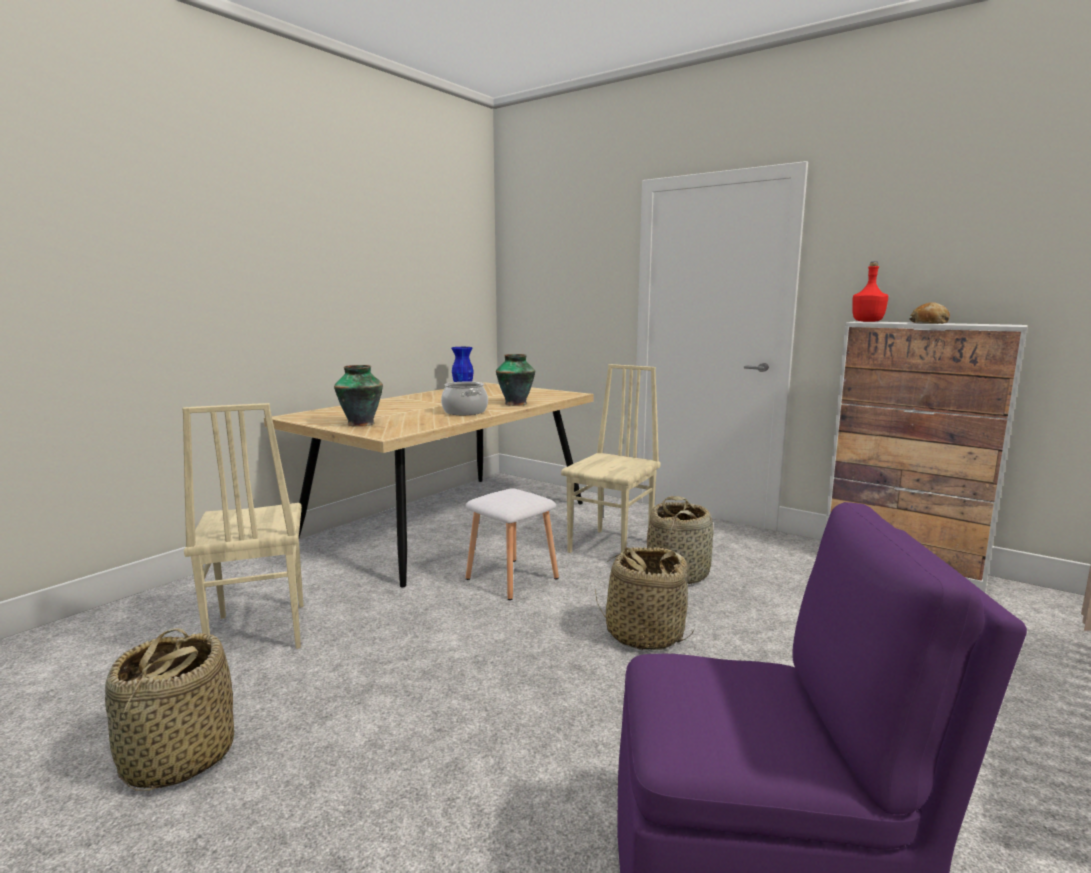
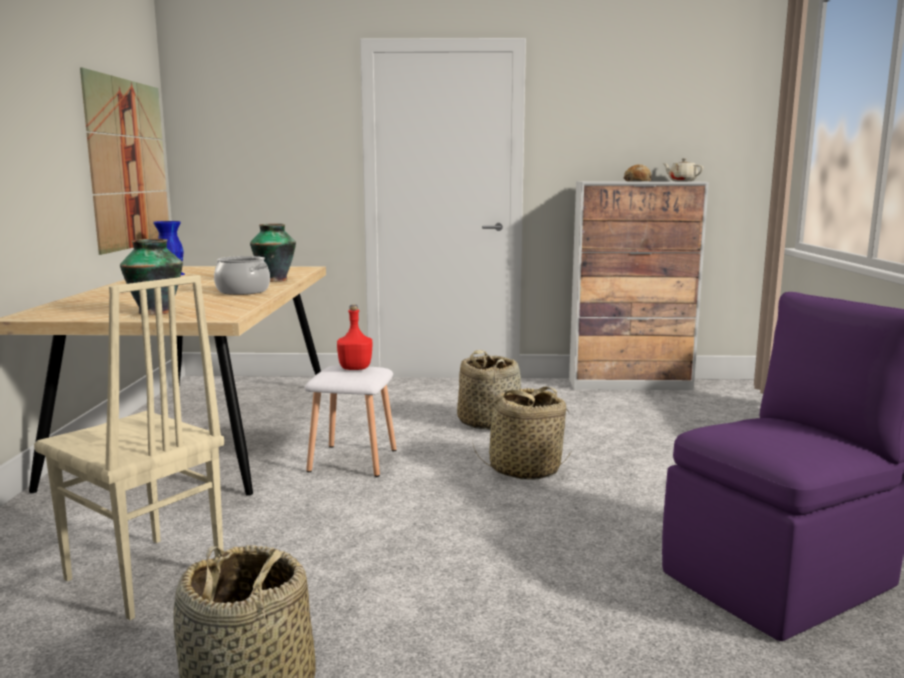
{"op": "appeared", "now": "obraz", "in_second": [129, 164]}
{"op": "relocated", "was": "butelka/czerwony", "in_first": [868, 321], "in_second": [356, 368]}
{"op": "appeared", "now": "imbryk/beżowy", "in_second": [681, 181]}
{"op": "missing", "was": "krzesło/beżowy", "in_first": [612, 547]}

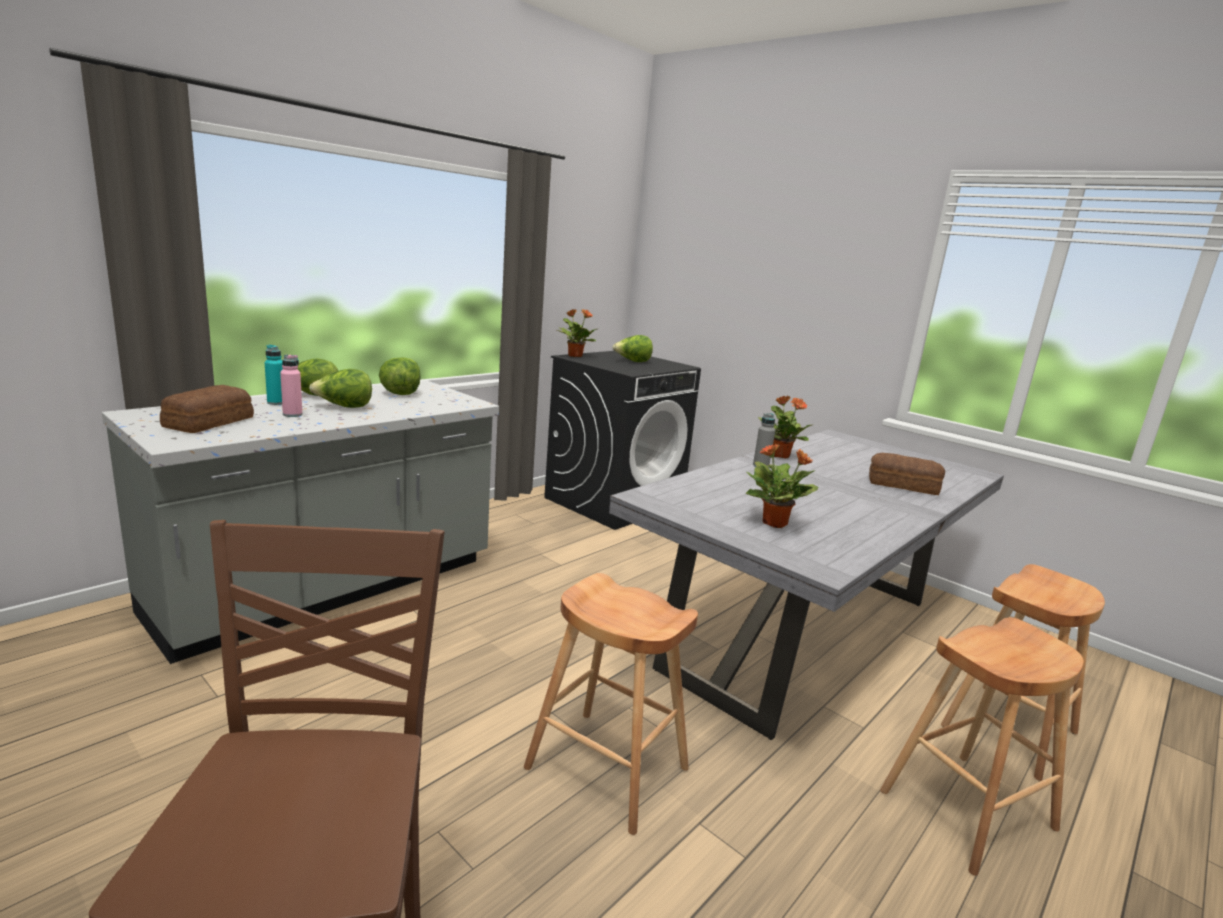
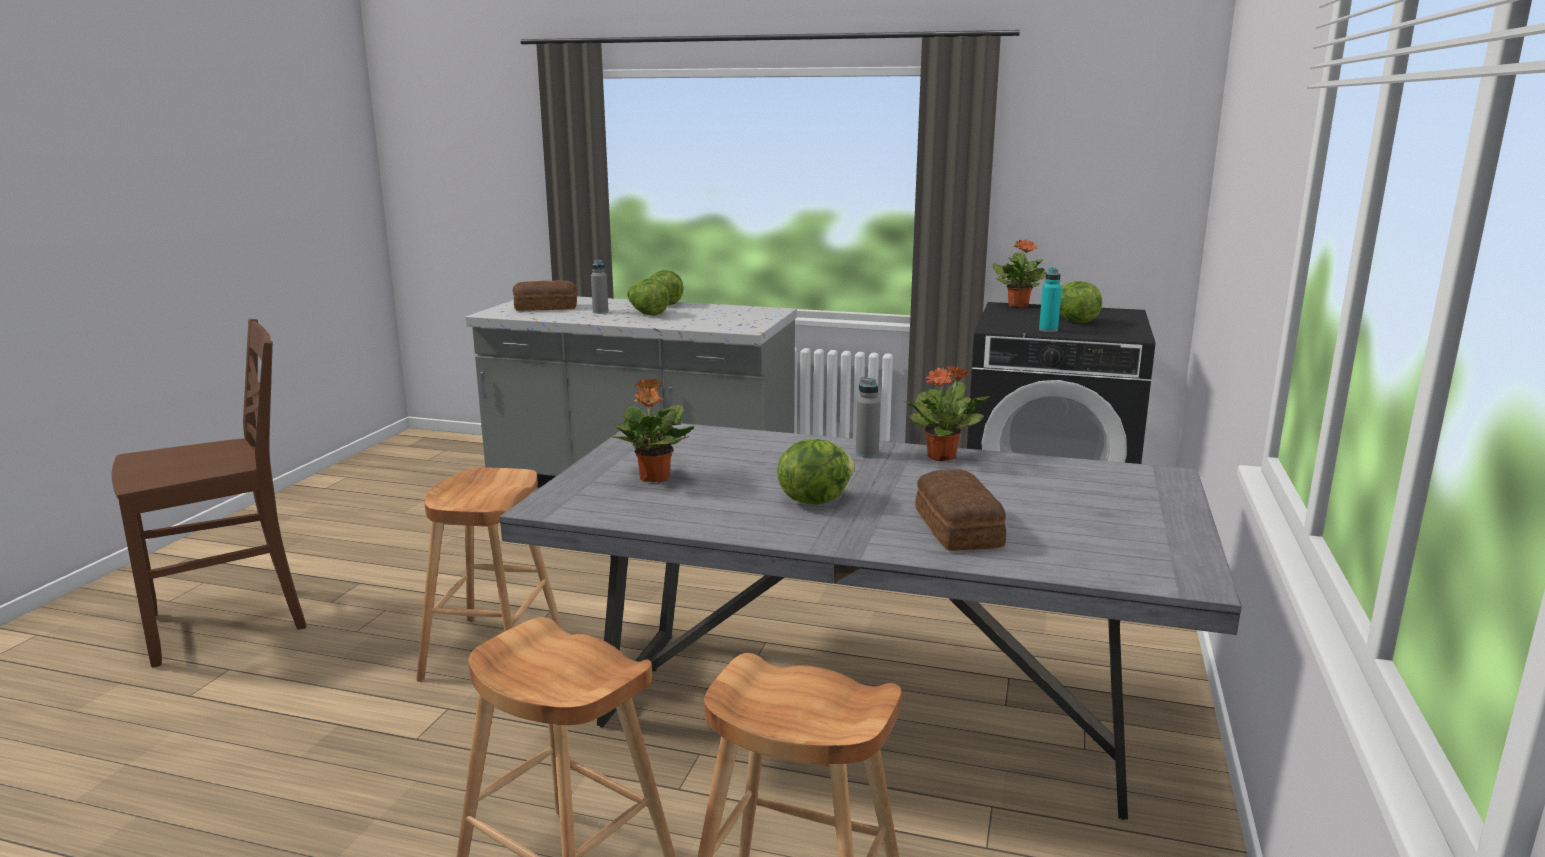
{"op": "colour", "was": "butelka/różowy", "now": "butelka/szary", "in_first": [292, 414], "in_second": [600, 312]}
{"op": "relocated", "was": "sałata", "in_first": [400, 394], "in_second": [814, 500]}
{"op": "relocated", "was": "butelka/turkusowy", "in_first": [276, 403], "in_second": [1048, 330]}

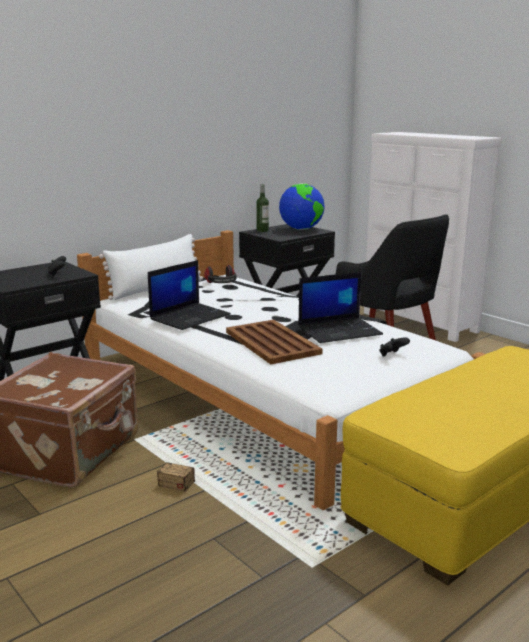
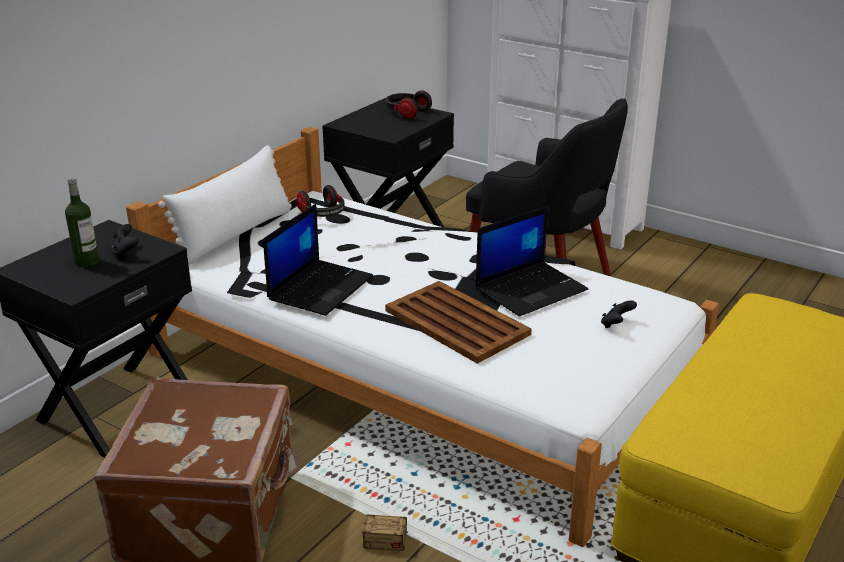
{"op": "relocated", "was": "butelka", "in_first": [262, 230], "in_second": [87, 262]}
{"op": "exchanged", "was": "globus", "now": "słuchawki", "in_first": [301, 229], "in_second": [406, 112]}

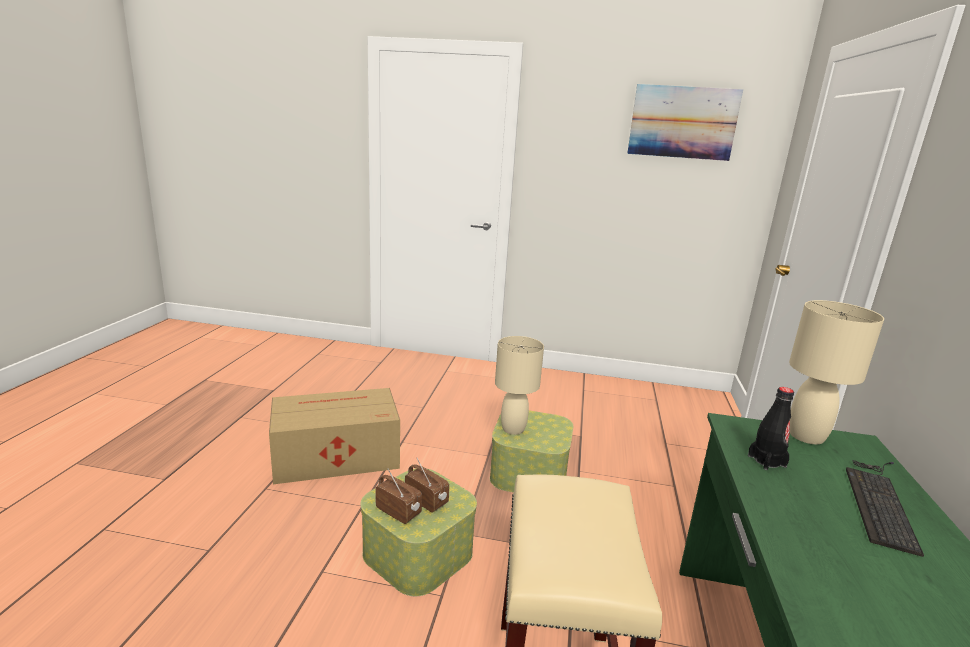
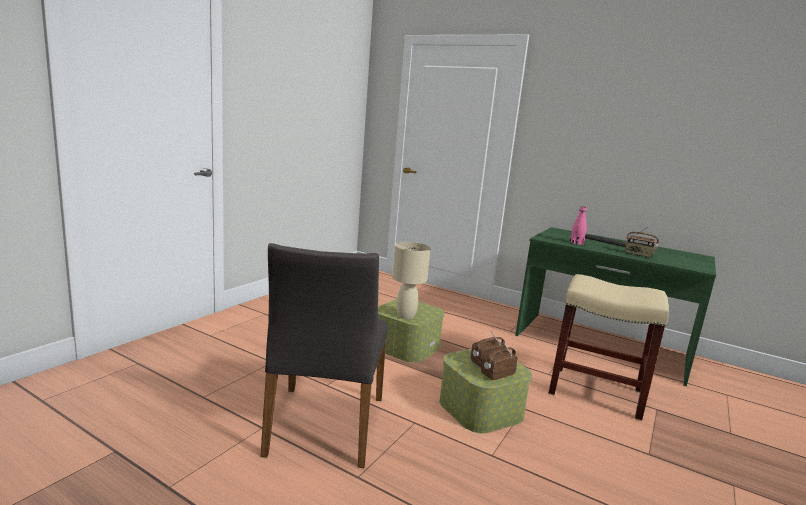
{"op": "exchanged", "was": "karton", "now": "krzesło/szary", "in_first": [334, 456], "in_second": [324, 425]}
{"op": "colour", "was": "butelka/czarny", "now": "butelka/różowy", "in_first": [766, 461], "in_second": [576, 243]}
{"op": "appeared", "now": "radio", "in_second": [638, 254]}
{"op": "missing", "was": "obraz", "in_first": [683, 122]}
{"op": "missing", "was": "lampa stołowa/beżowy", "in_first": [806, 435]}

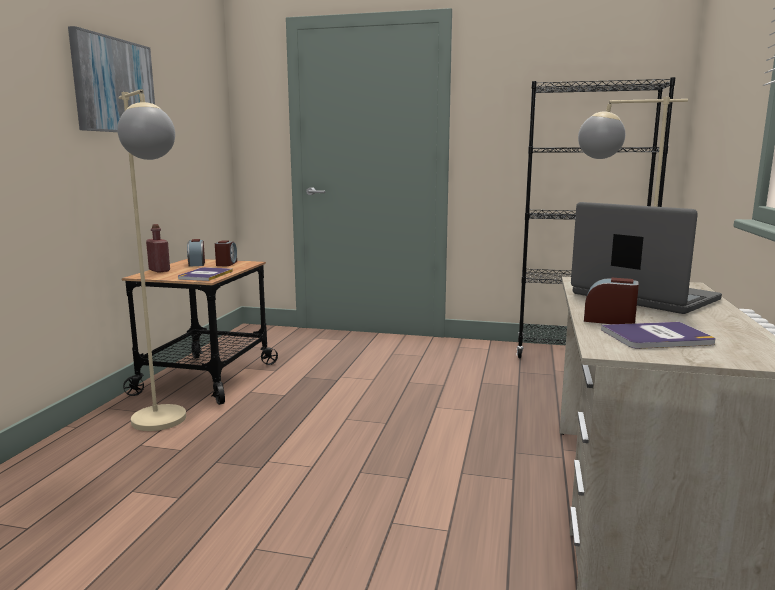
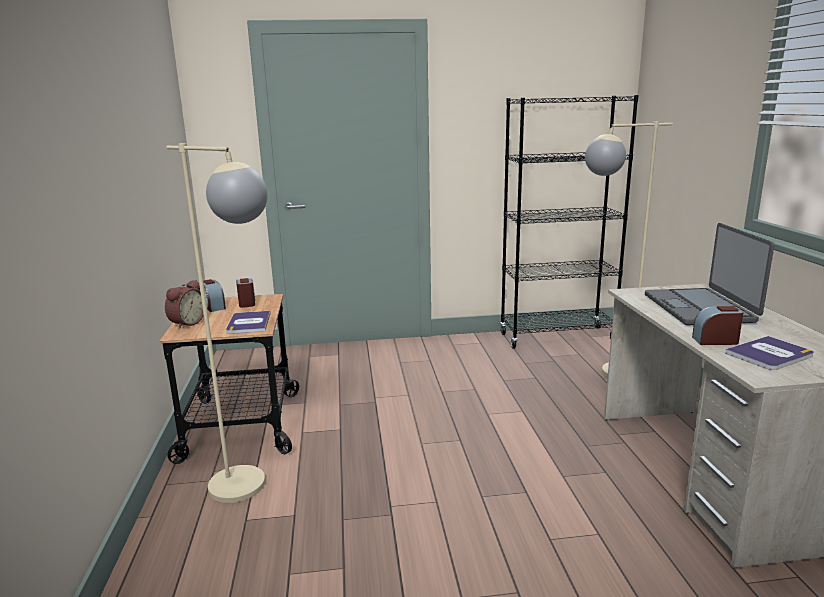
{"op": "exchanged", "was": "butelka/czerwony", "now": "budzik", "in_first": [159, 270], "in_second": [186, 323]}
{"op": "spun", "was": "laptop", "in_first": [643, 297], "in_second": [700, 308], "clockwise": -120}
{"op": "missing", "was": "obraz", "in_first": [114, 86]}

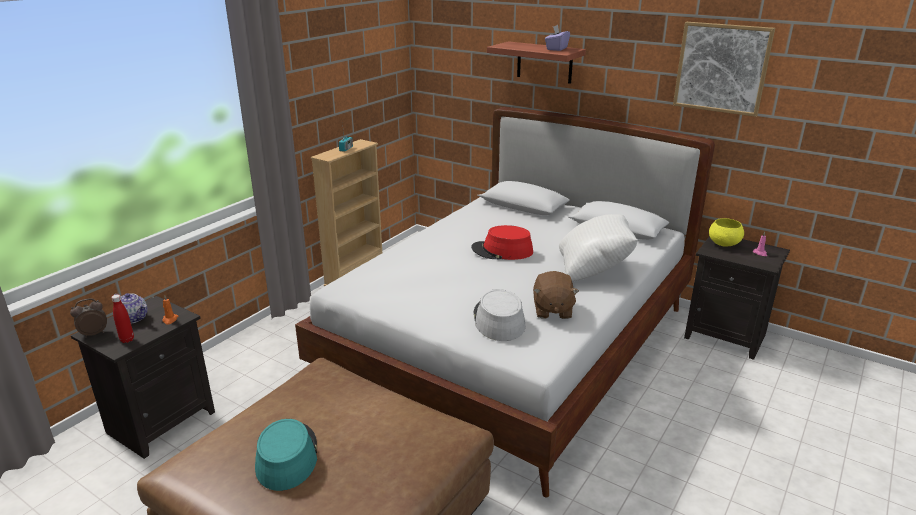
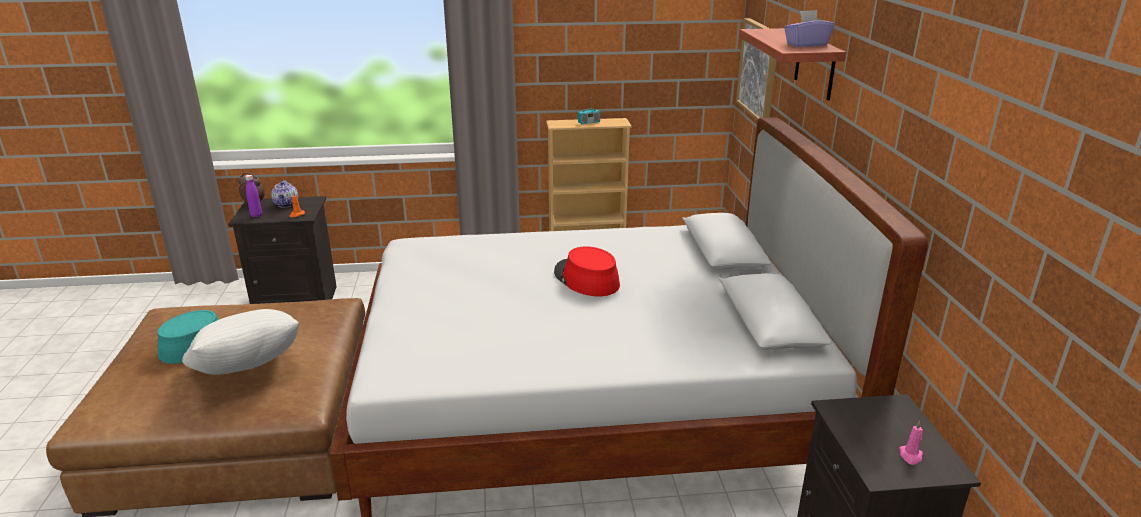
{"op": "relocated", "was": "poduszka/biały", "in_first": [594, 270], "in_second": [247, 372]}
{"op": "colour", "was": "butelka/czerwony", "now": "butelka/fioletowy", "in_first": [127, 340], "in_second": [256, 215]}
{"op": "relocated", "was": "obraz", "in_first": [722, 68], "in_second": [759, 70]}
{"op": "missing", "was": "kapelusz/szary", "in_first": [498, 320]}
{"op": "missing", "was": "pluszak/brązowy", "in_first": [552, 310]}
{"op": "missing", "was": "miska/żółty", "in_first": [723, 244]}

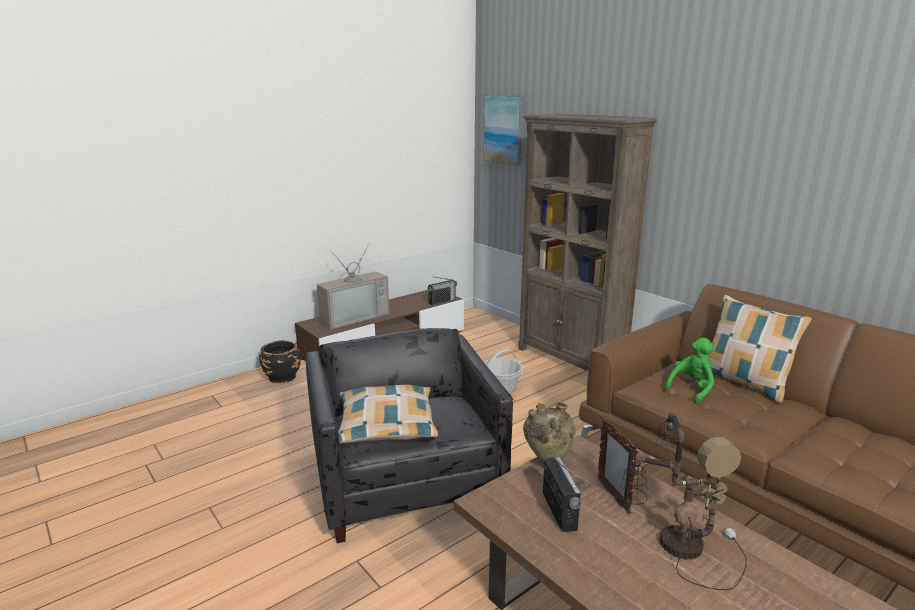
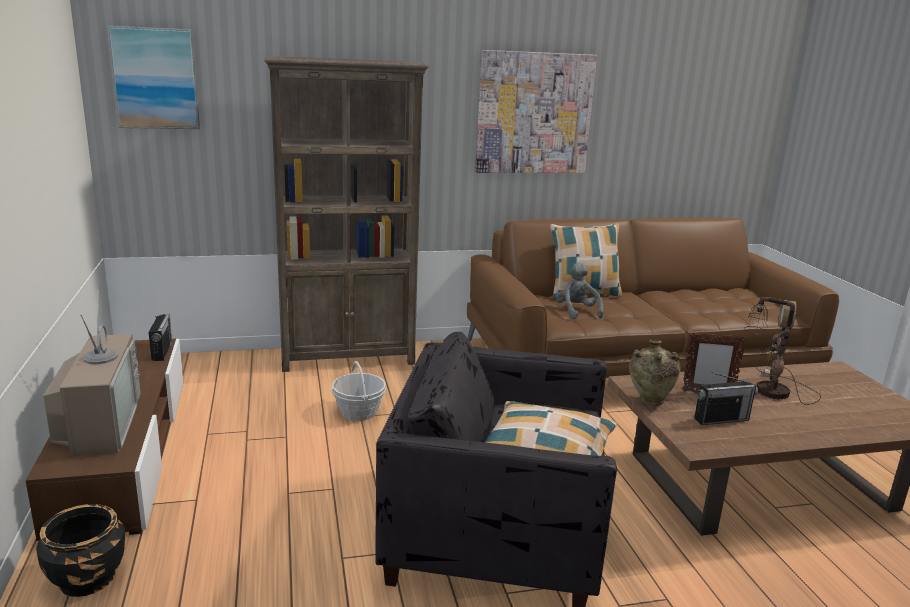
{"op": "appeared", "now": "obraz", "in_second": [534, 113]}
{"op": "colour", "was": "pluszak/zielony", "now": "pluszak/szary", "in_first": [691, 389], "in_second": [576, 312]}
{"op": "spun", "was": "radio", "in_first": [559, 511], "in_second": [721, 419], "clockwise": 150}

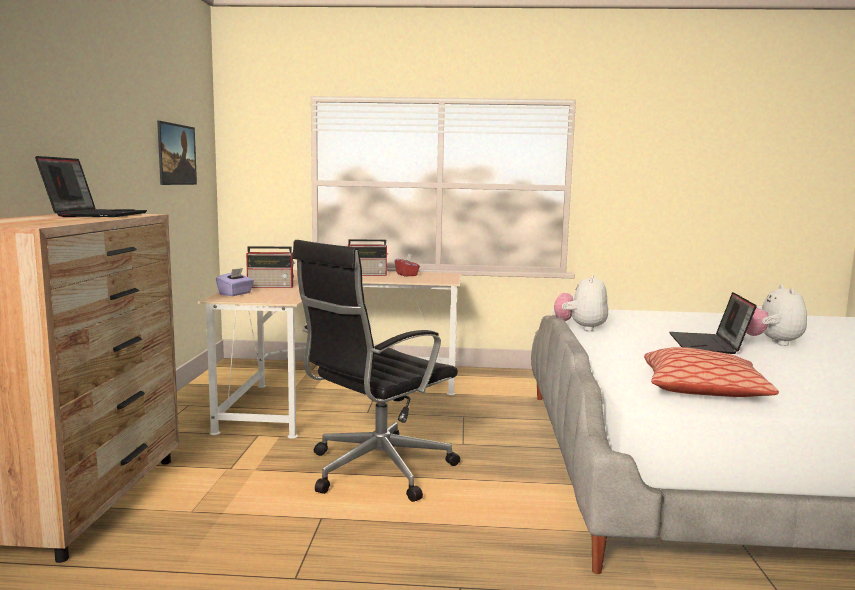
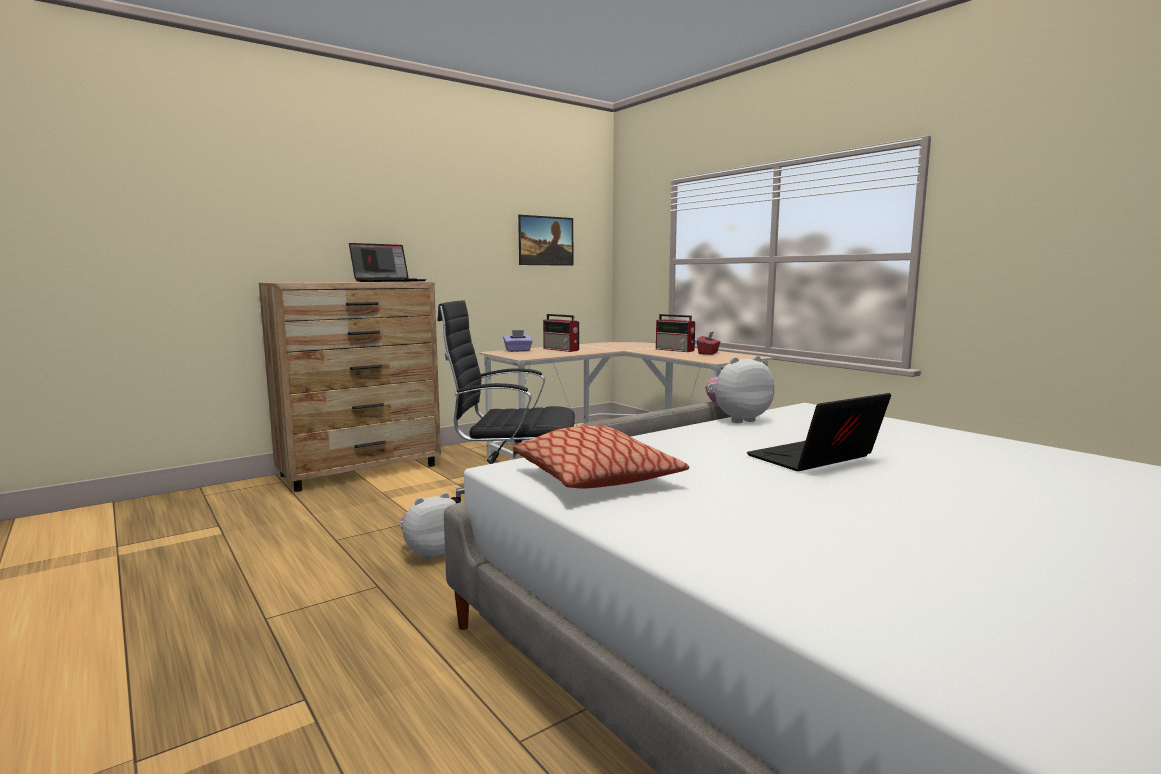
{"op": "relocated", "was": "pluszak", "in_first": [771, 343], "in_second": [431, 553]}

